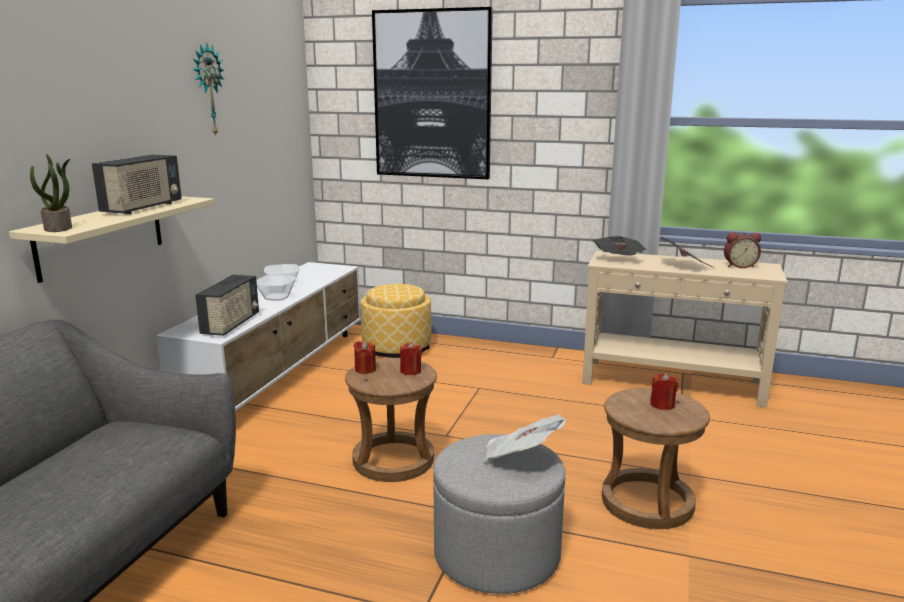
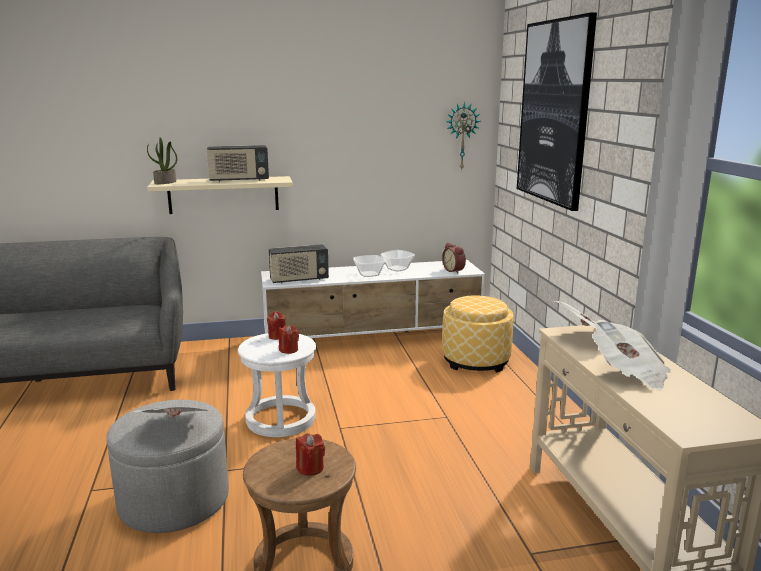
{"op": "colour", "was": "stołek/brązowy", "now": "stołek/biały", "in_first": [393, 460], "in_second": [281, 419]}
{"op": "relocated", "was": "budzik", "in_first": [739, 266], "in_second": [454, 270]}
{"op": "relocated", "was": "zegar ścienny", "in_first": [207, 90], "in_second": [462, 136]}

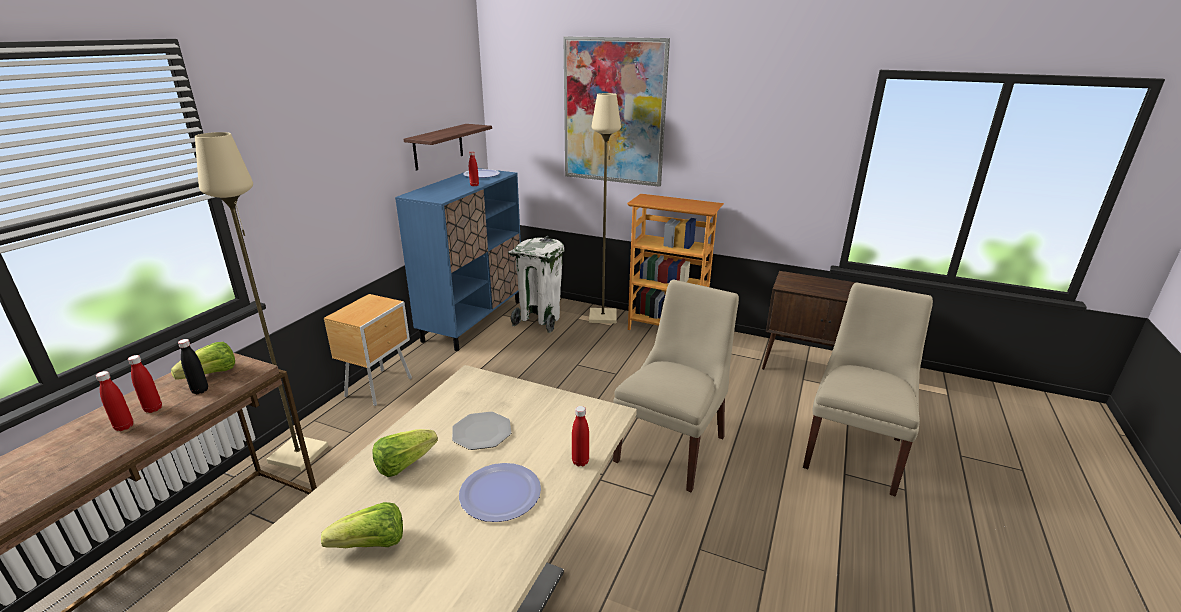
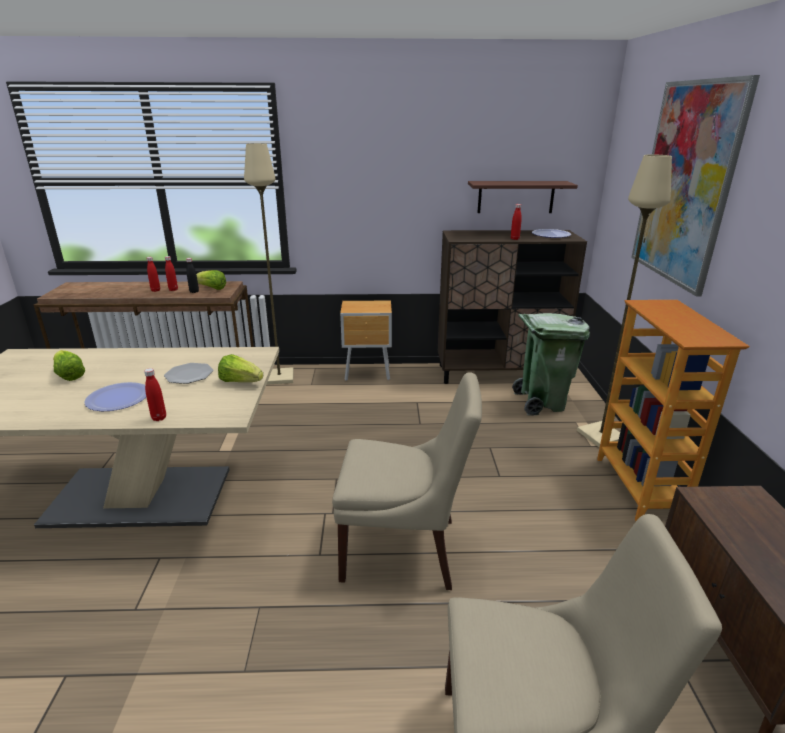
{"op": "relocated", "was": "sałata", "in_first": [404, 464], "in_second": [240, 382]}
{"op": "colour", "was": "szafka/niebieski", "now": "szafka/brązowy", "in_first": [473, 320], "in_second": [498, 373]}
{"op": "colour", "was": "kosz na śmieci/biały", "now": "kosz na śmieci/zielony", "in_first": [539, 320], "in_second": [541, 403]}

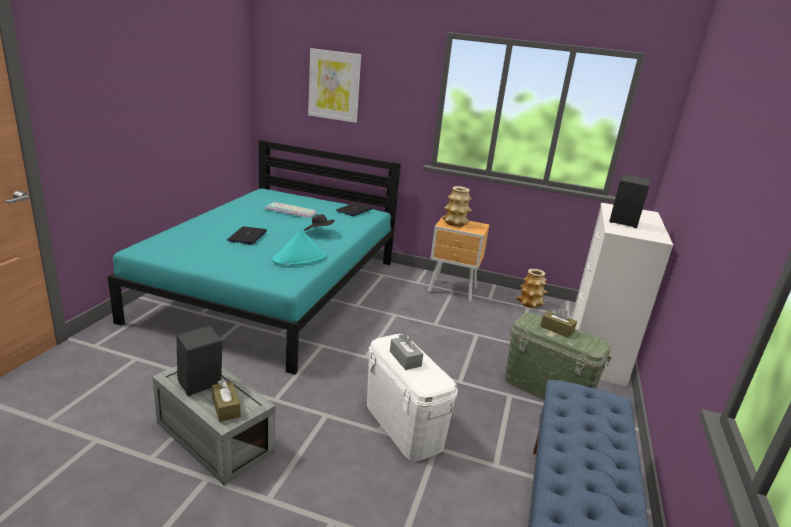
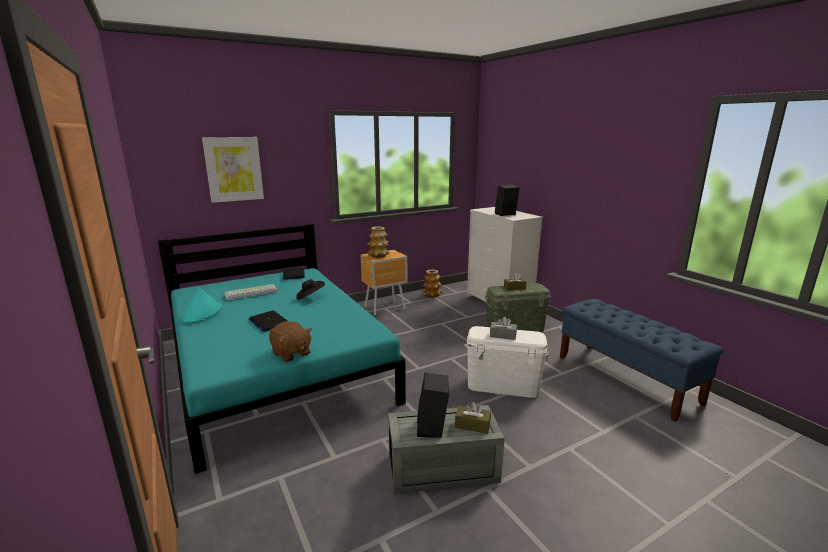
{"op": "relocated", "was": "kapelusz/turkusowy", "in_first": [299, 258], "in_second": [202, 313]}
{"op": "appeared", "now": "pluszak/brązowy", "in_second": [291, 353]}

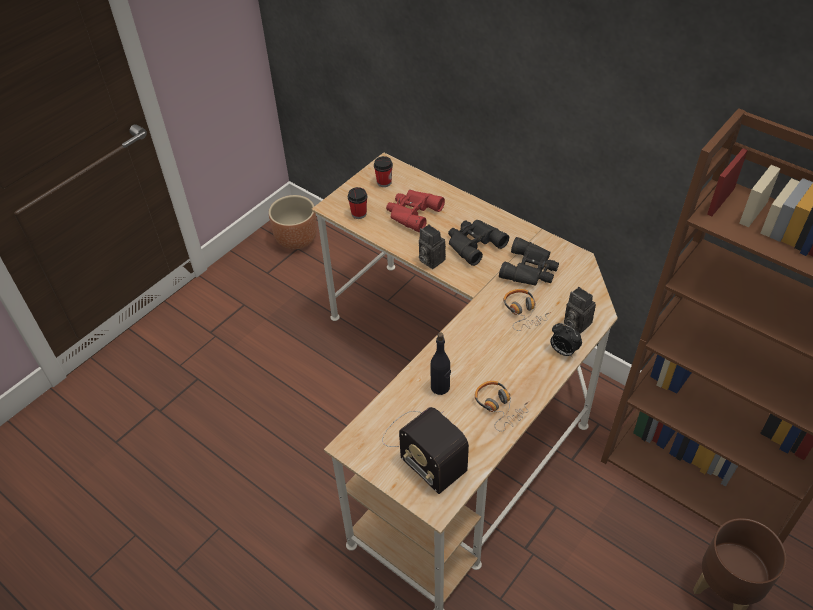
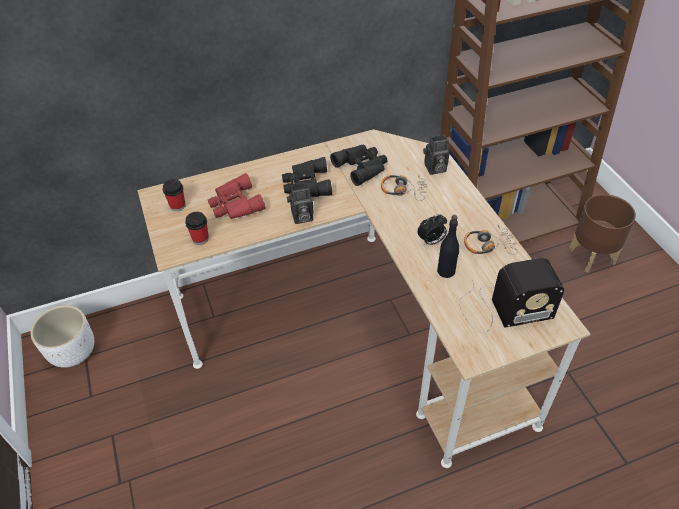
{"op": "colour", "was": "donica/brązowy", "now": "donica/biały", "in_first": [296, 240], "in_second": [73, 352]}
{"op": "relocated", "was": "budzik", "in_first": [563, 351], "in_second": [431, 241]}

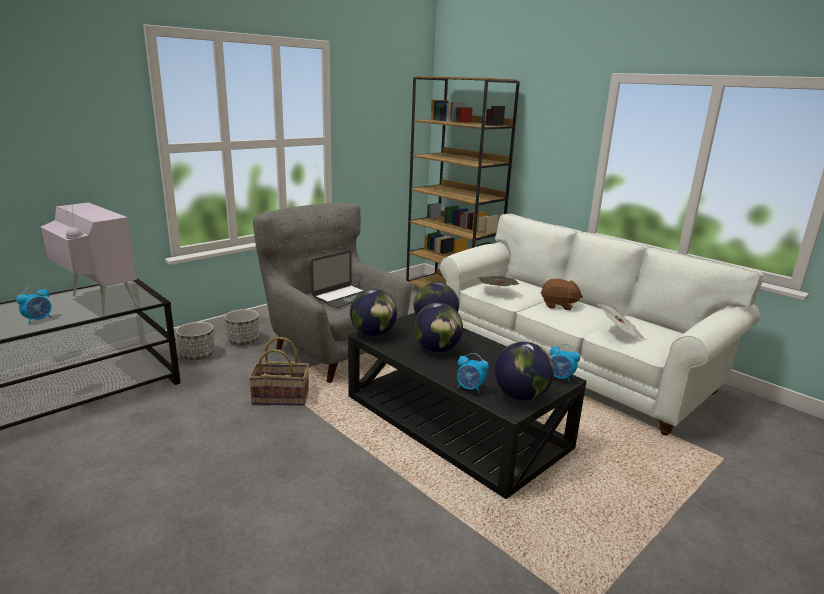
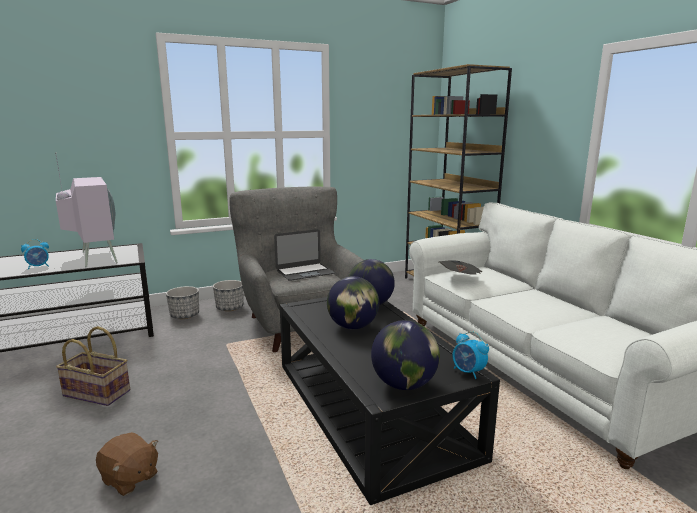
{"op": "relocated", "was": "koszyk", "in_first": [281, 397], "in_second": [98, 393]}
{"op": "relocated", "was": "pluszak/brązowy", "in_first": [558, 305], "in_second": [129, 478]}
{"op": "missing", "was": "globus", "in_first": [373, 334]}
{"op": "missing", "was": "budzik", "in_first": [470, 388]}
{"op": "missing", "was": "gazeta", "in_first": [619, 334]}

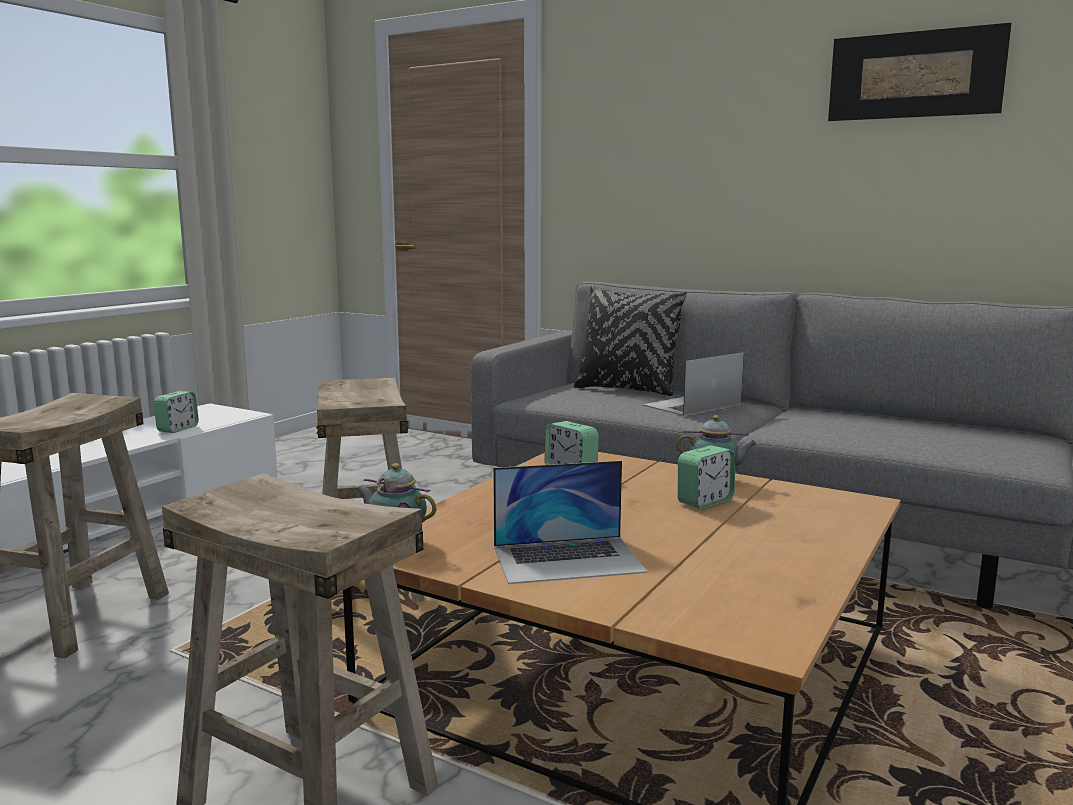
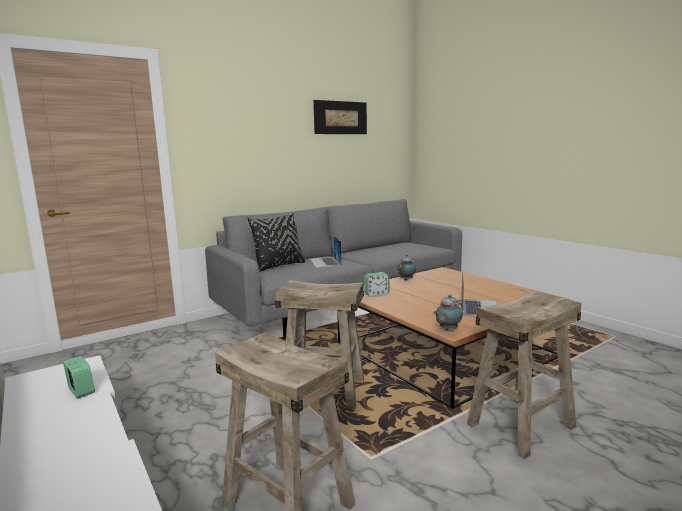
{"op": "missing", "was": "budzik", "in_first": [705, 501]}

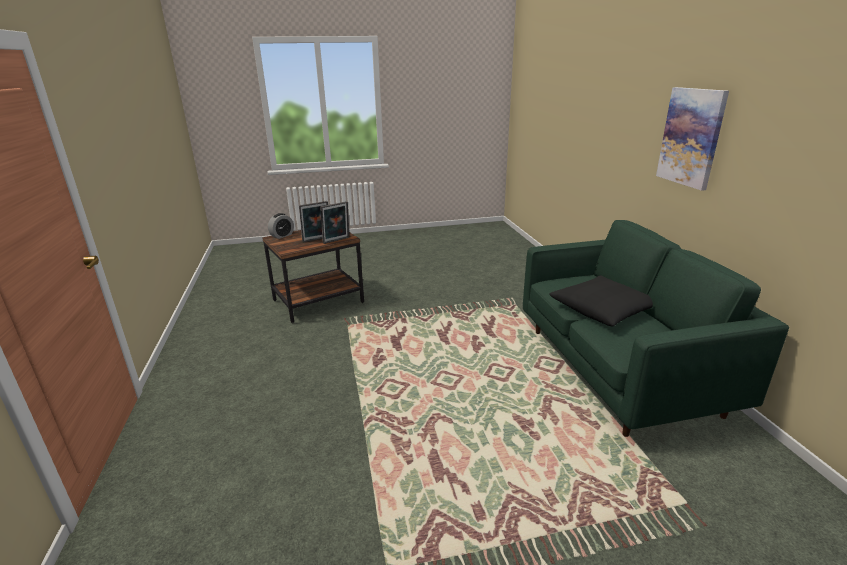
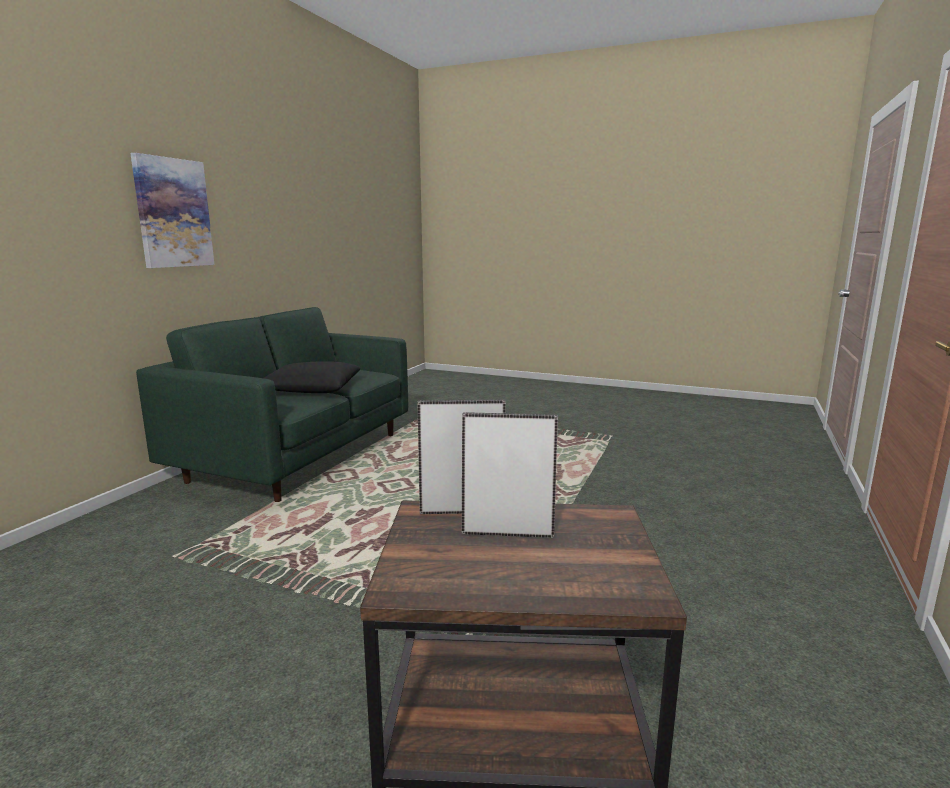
{"op": "missing", "was": "budzik", "in_first": [282, 235]}

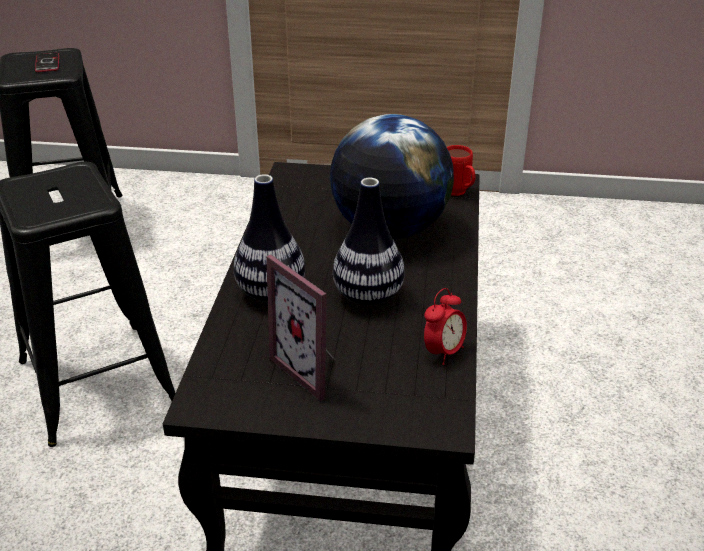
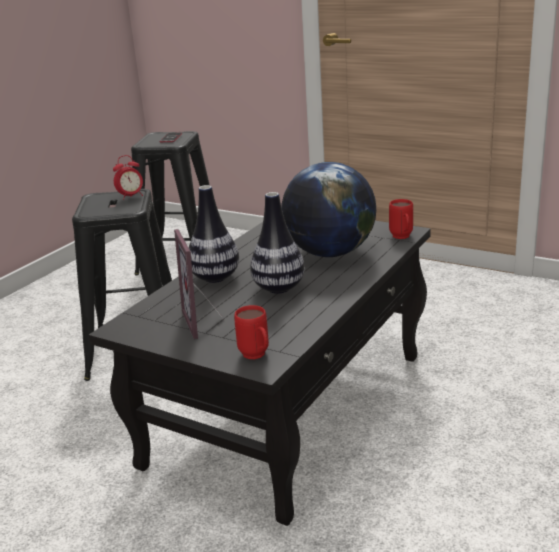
{"op": "relocated", "was": "budzik", "in_first": [443, 352], "in_second": [131, 196]}
{"op": "appeared", "now": "kubek/czerwony", "in_second": [257, 357]}

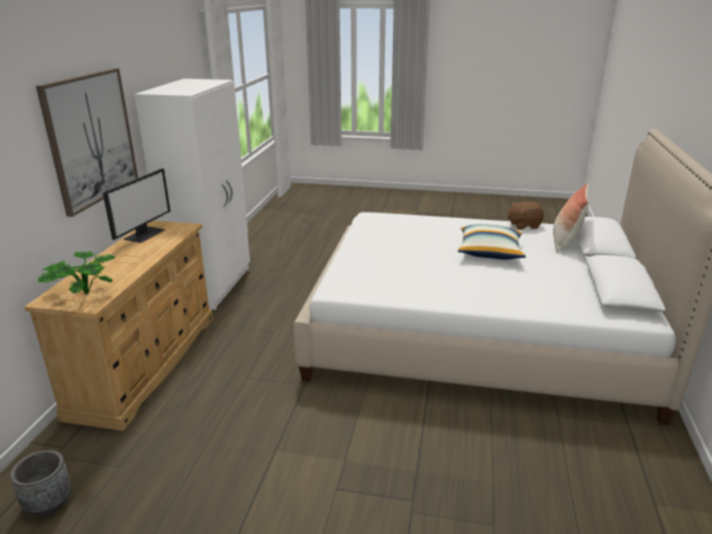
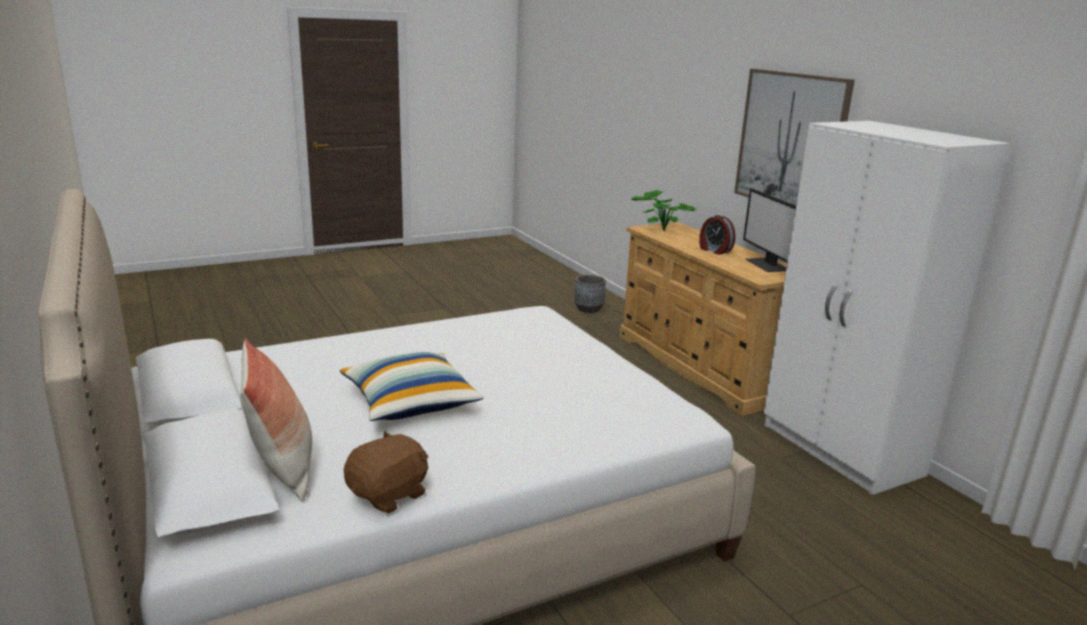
{"op": "appeared", "now": "budzik", "in_second": [714, 250]}

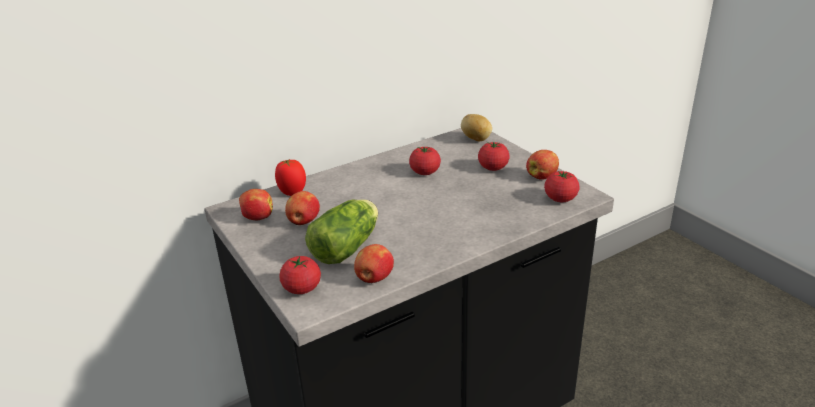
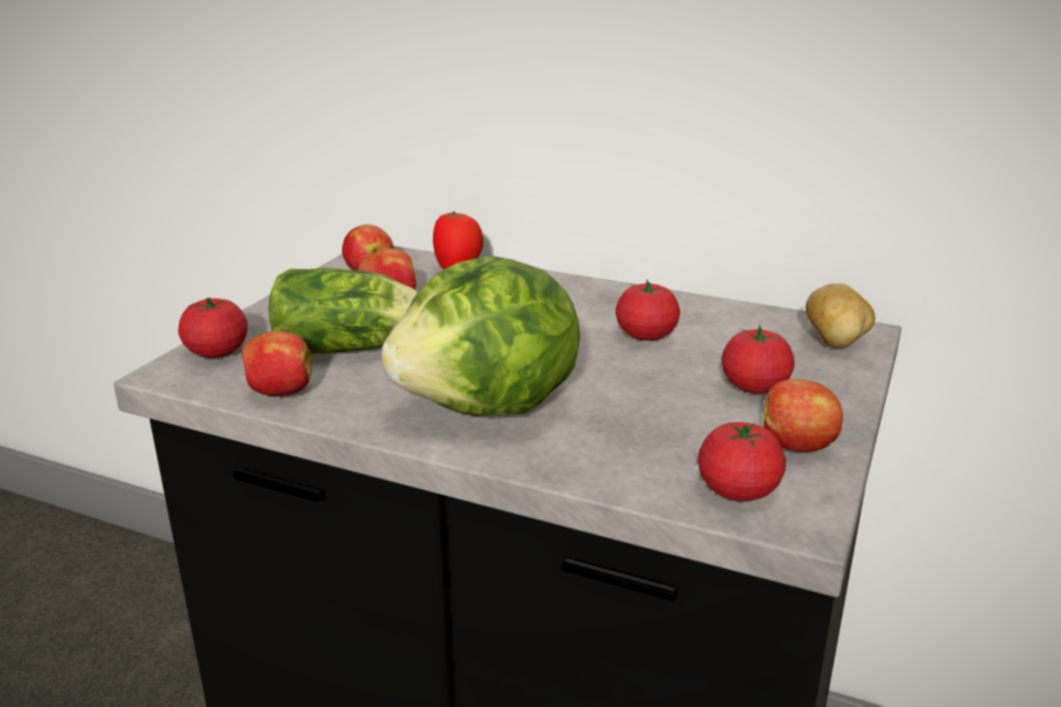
{"op": "appeared", "now": "sałata", "in_second": [490, 408]}

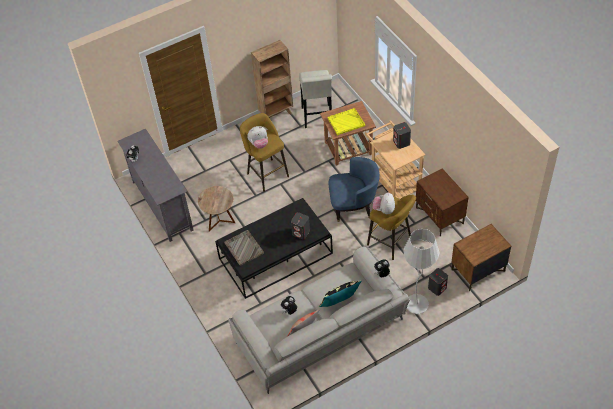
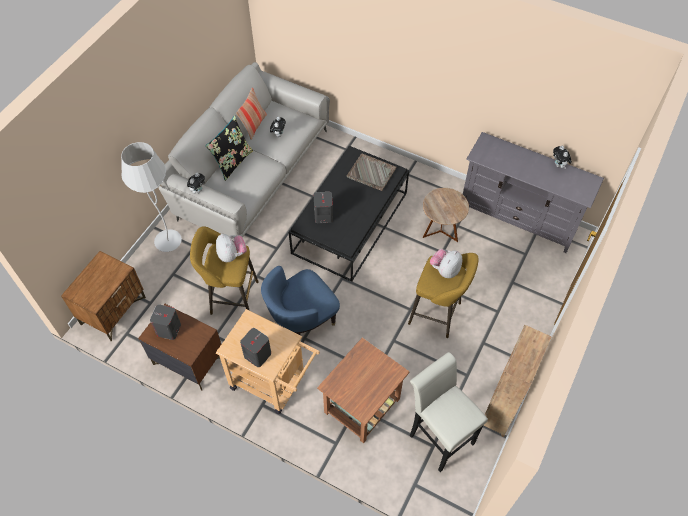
{"op": "relocated", "was": "głośnik/szary", "in_first": [437, 288], "in_second": [168, 330]}
{"op": "missing", "was": "taca/żółty", "in_first": [345, 122]}

